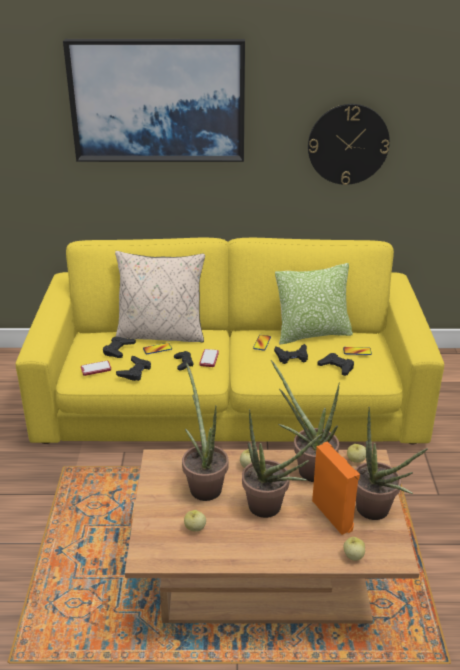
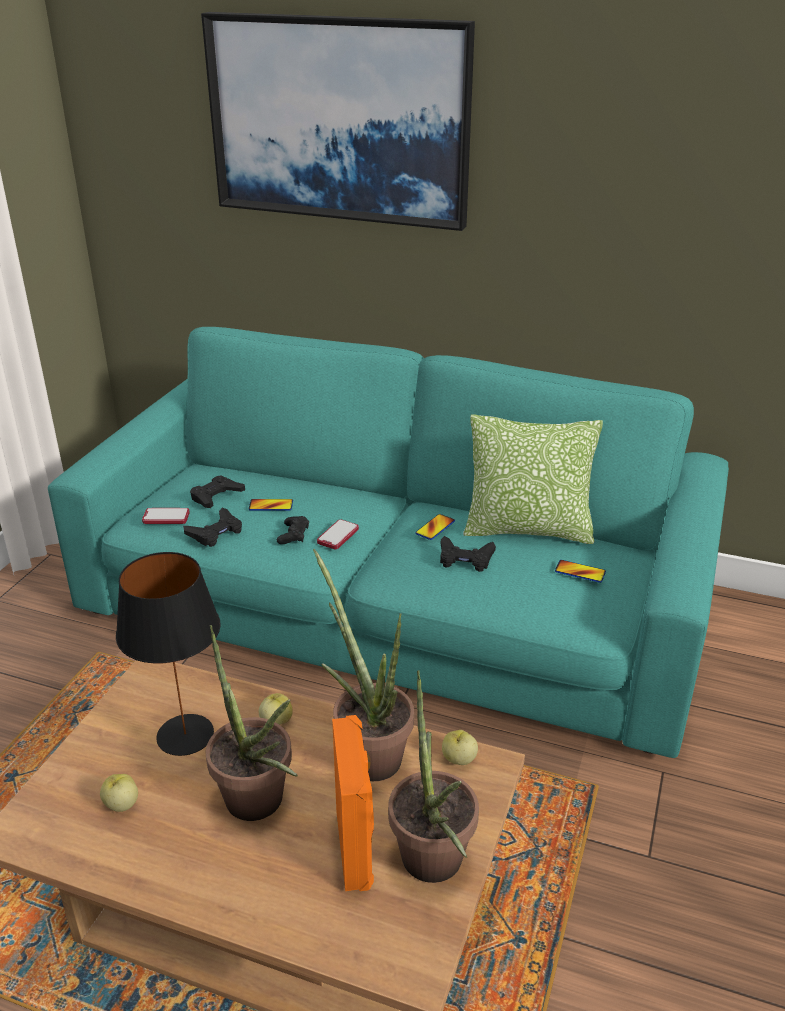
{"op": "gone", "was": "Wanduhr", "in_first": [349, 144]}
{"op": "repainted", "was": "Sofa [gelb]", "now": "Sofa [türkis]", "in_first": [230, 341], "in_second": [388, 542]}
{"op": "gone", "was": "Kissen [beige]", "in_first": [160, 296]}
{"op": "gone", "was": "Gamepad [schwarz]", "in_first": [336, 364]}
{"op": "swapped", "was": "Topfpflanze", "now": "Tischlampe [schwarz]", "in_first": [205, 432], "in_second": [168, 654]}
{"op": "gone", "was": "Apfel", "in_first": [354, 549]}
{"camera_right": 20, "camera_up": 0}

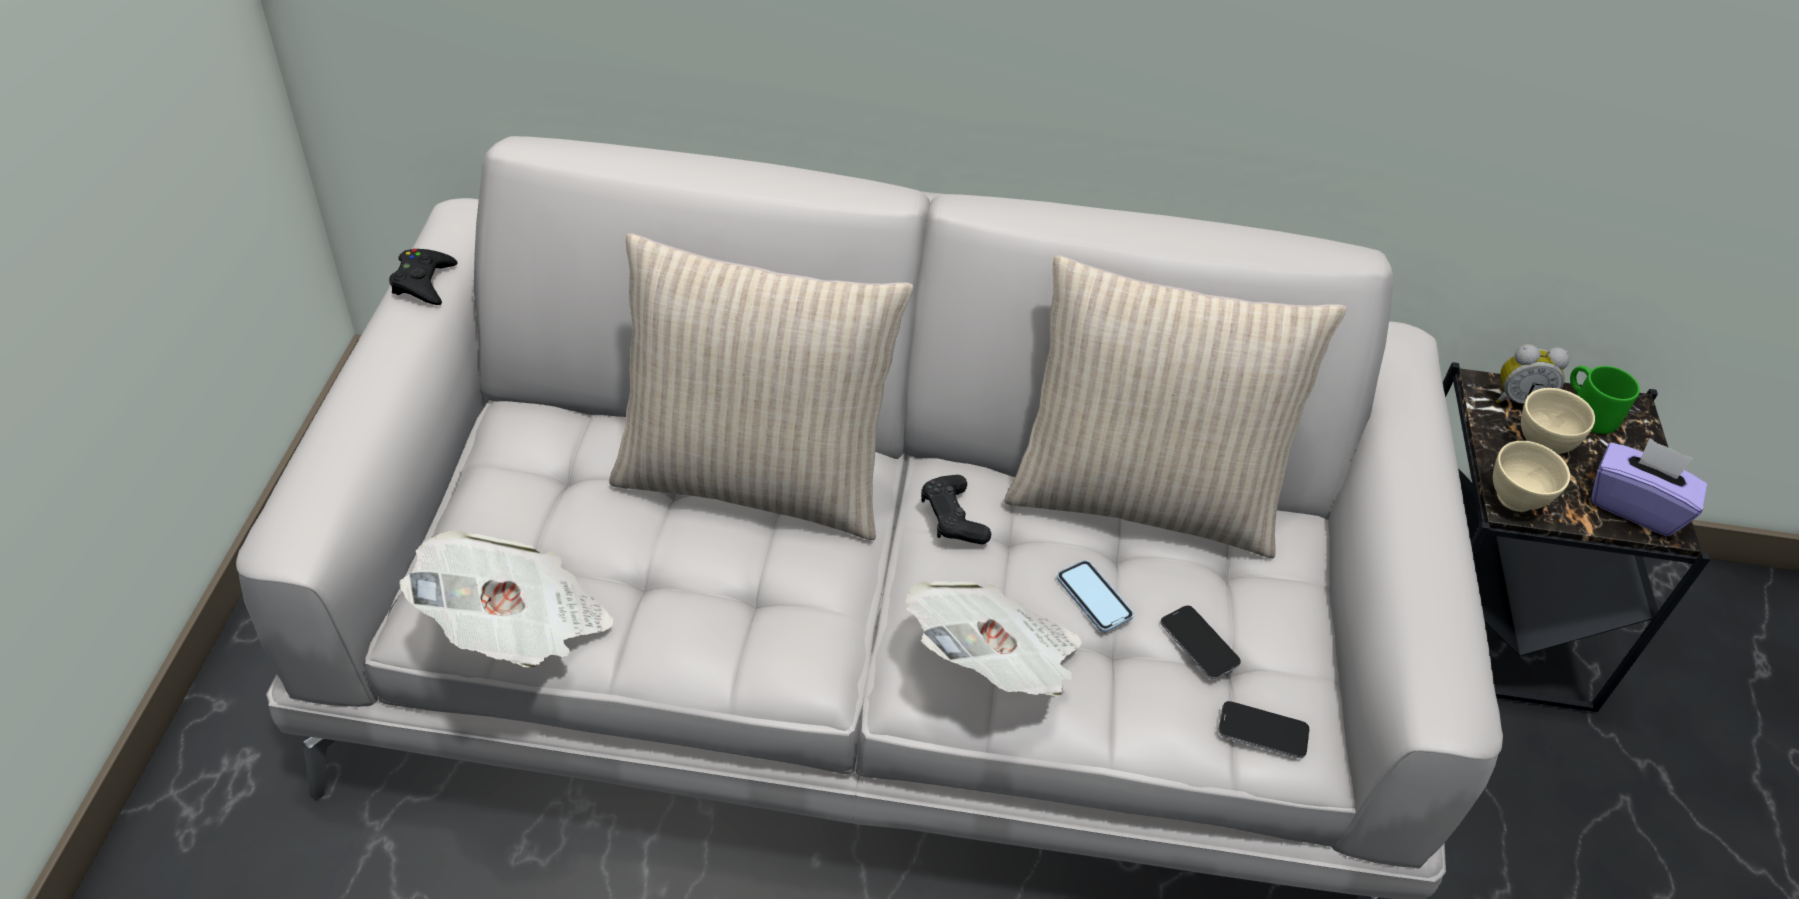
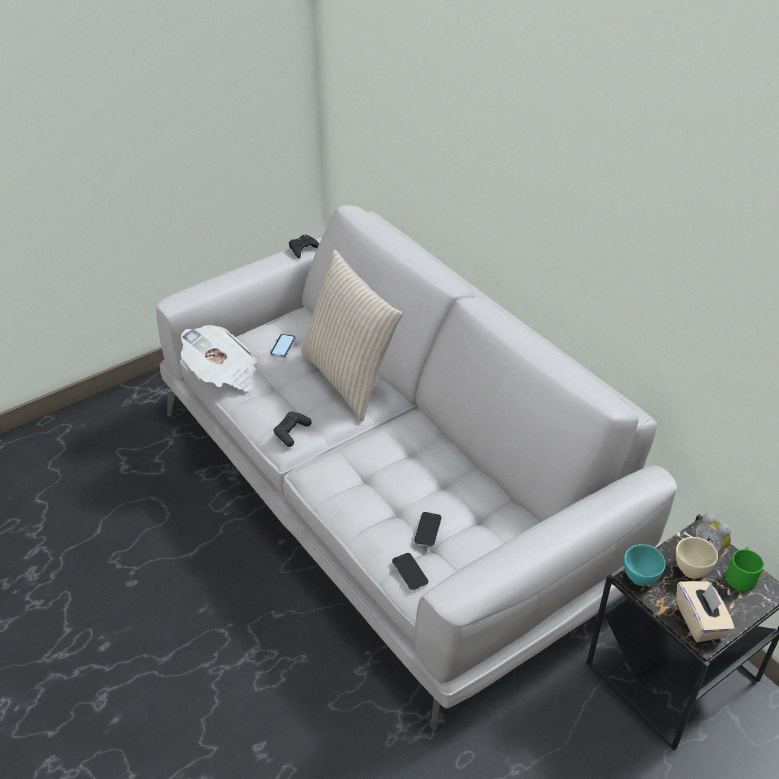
{"op": "gone", "was": "Kissen [beige]", "in_first": [1175, 406]}
{"op": "repainted", "was": "Taschentuchbox [lila]", "now": "Taschentuchbox [beige]", "in_first": [1649, 487], "in_second": [705, 611]}
{"op": "repainted", "was": "Schüssel [beige]", "now": "Schüssel [türkis]", "in_first": [1531, 476], "in_second": [645, 565]}
{"op": "shifted", "was": "Gamepad [schwarz]", "in_first": [956, 509], "in_second": [293, 429]}
{"op": "shifted", "was": "Handy", "in_first": [1095, 596], "in_second": [283, 346]}
{"op": "gone", "was": "Zeitung", "in_first": [994, 639]}
{"camera_right": 50, "camera_up": -5}

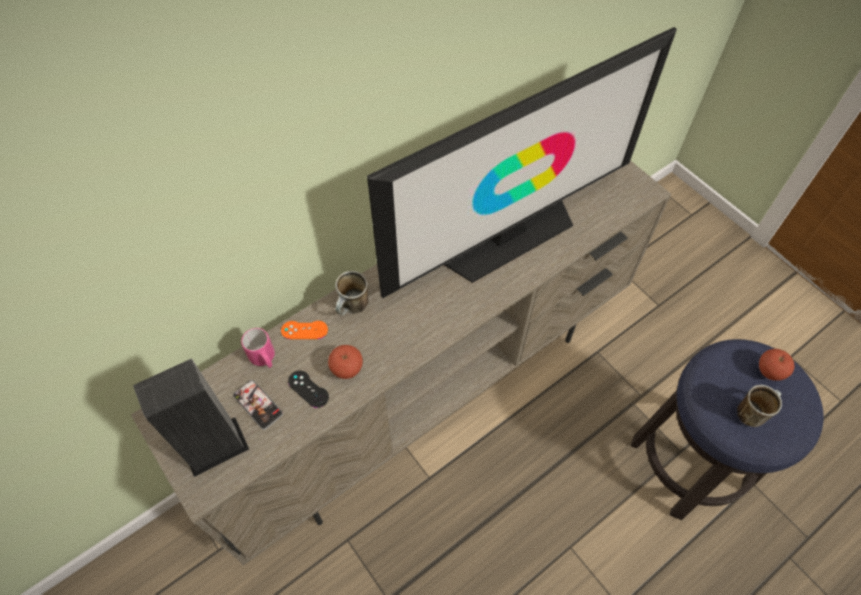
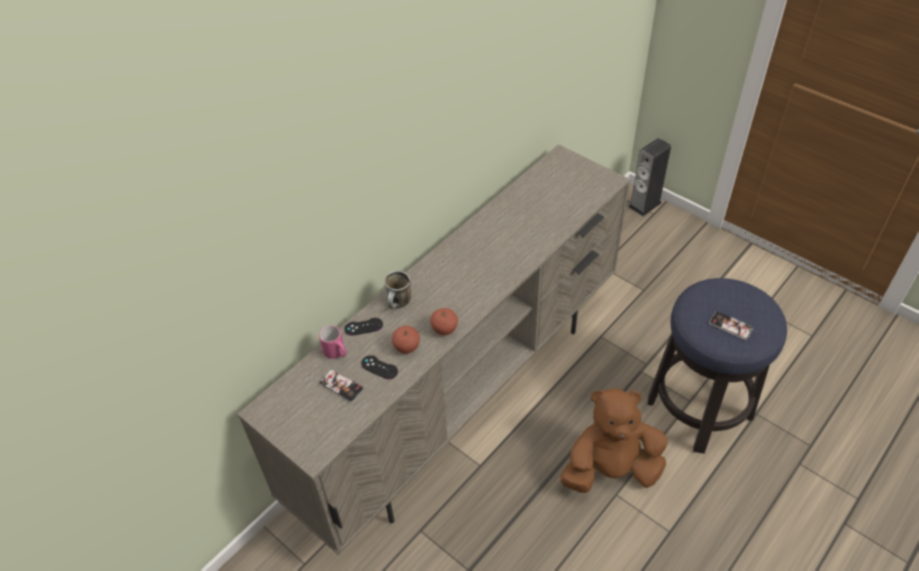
{"op": "gone", "was": "Fernseher", "in_first": [522, 162]}
{"op": "repainted", "was": "Gamepad [orange]", "now": "Gamepad [schwarz]", "in_first": [304, 330], "in_second": [363, 327]}
{"op": "shifted", "was": "Apfel", "in_first": [777, 365], "in_second": [444, 321]}
{"op": "shifted", "was": "Lautsprecher", "in_first": [191, 417], "in_second": [649, 177]}
{"op": "swapped", "was": "Henkelbecher", "now": "Handy", "in_first": [759, 406], "in_second": [731, 325]}
{"op": "new", "now": "Plüschtier [braun]", "in_second": [614, 441]}
{"camera_right": -10, "camera_up": -10}

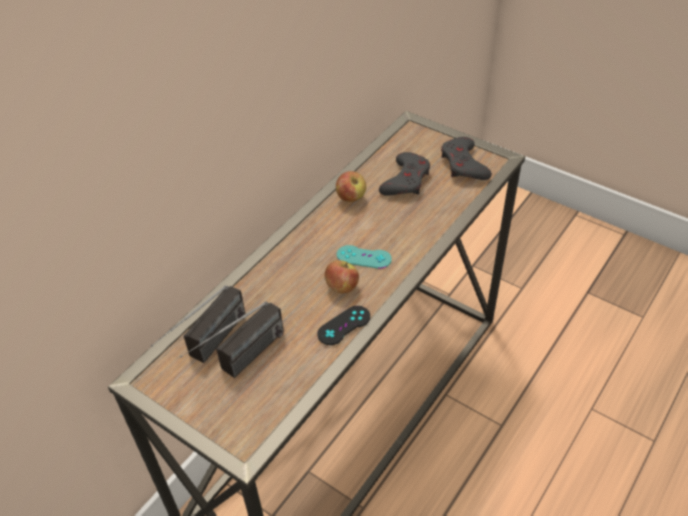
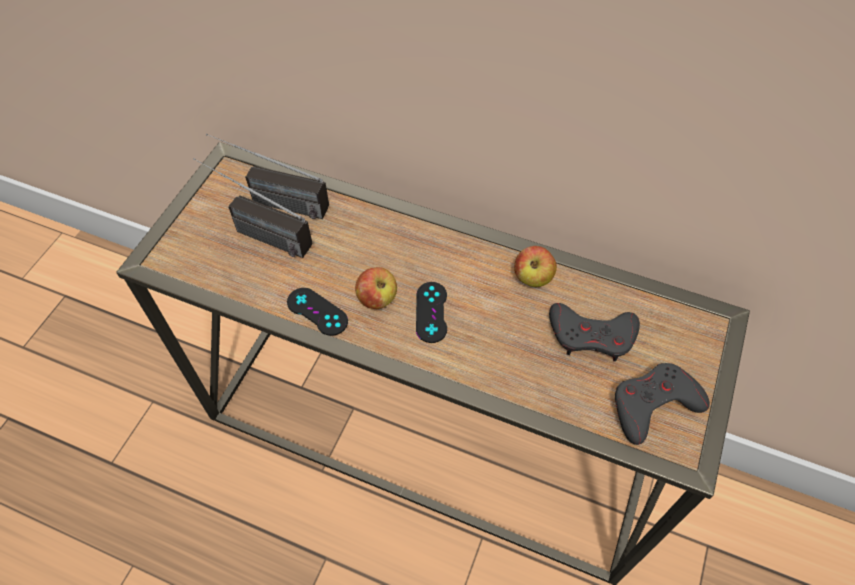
{"op": "repainted", "was": "Gamepad [türkis]", "now": "Gamepad [schwarz]", "in_first": [364, 257], "in_second": [431, 312]}
{"camera_right": 75, "camera_up": 10}

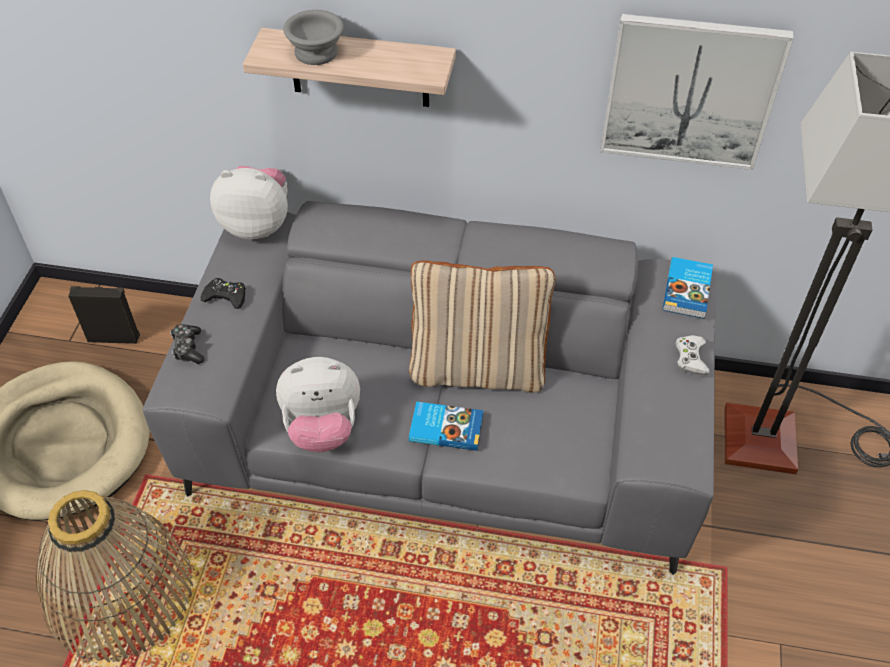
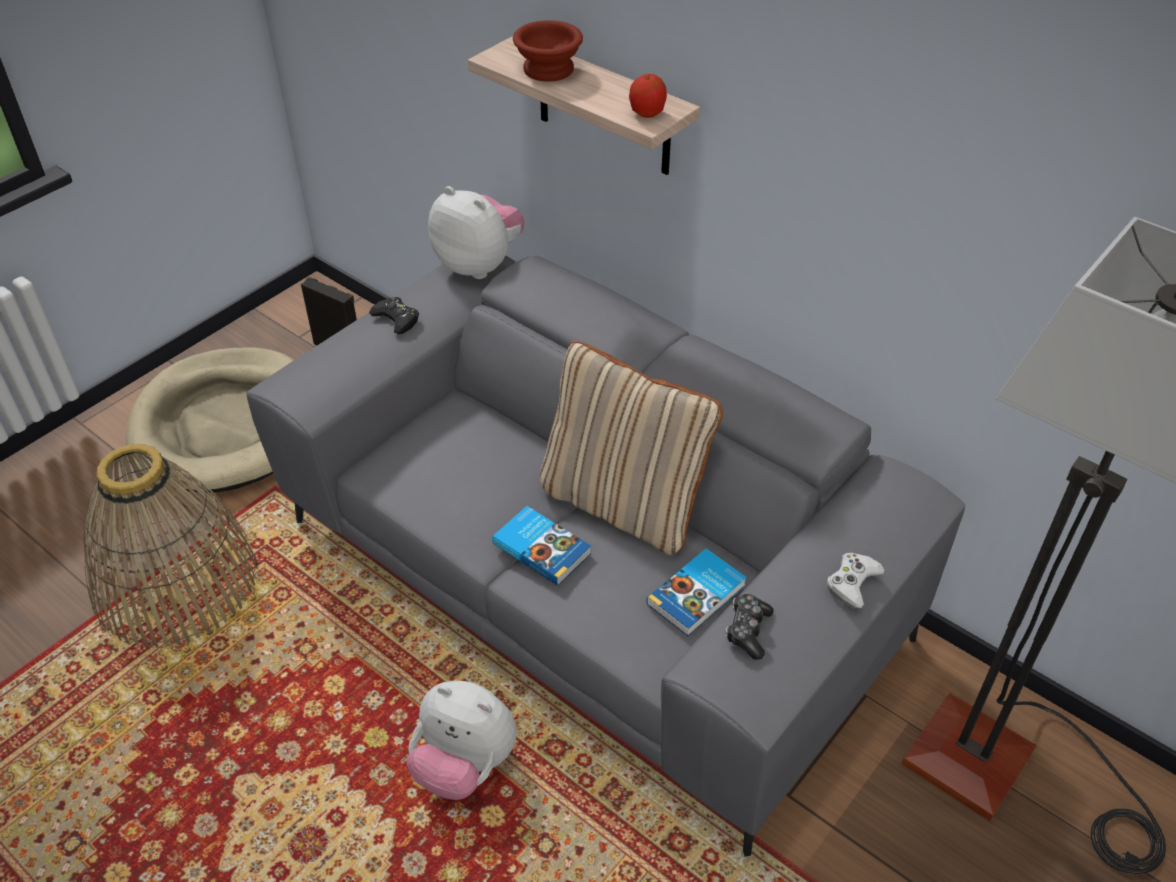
{"op": "repainted", "was": "Schüssel [grau]", "now": "Schüssel [braun]", "in_first": [313, 37], "in_second": [548, 51]}
{"op": "gone", "was": "Bild", "in_first": [697, 92]}
{"op": "shifted", "was": "Buch", "in_first": [688, 288], "in_second": [697, 592]}
{"op": "shifted", "was": "Gamepad", "in_first": [187, 344], "in_second": [749, 627]}
{"op": "shifted", "was": "Plüschtier", "in_first": [318, 404], "in_second": [462, 740]}
{"op": "new", "now": "Apfel", "in_second": [648, 96]}
{"camera_right": 30, "camera_up": -5}

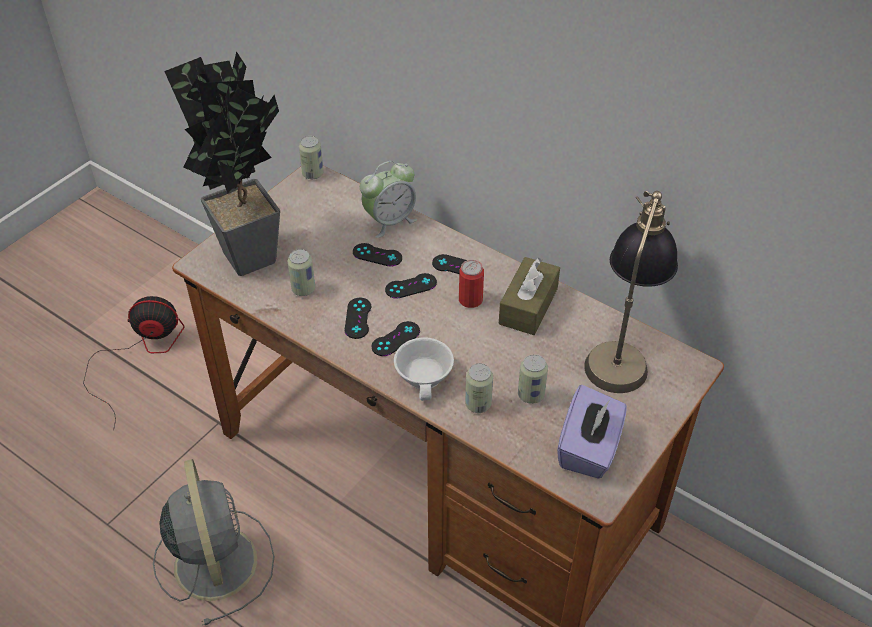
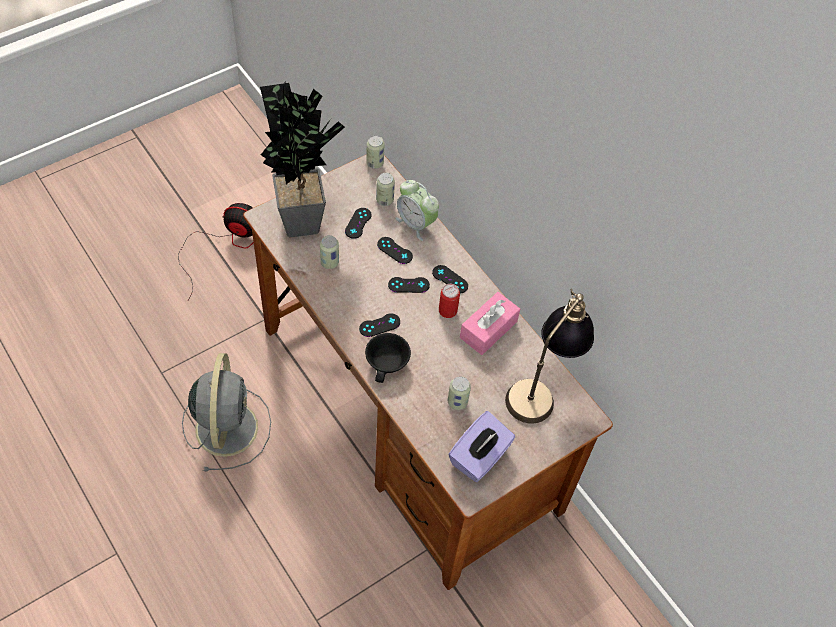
{"op": "rotated", "was": "Wecker", "in_first": [388, 199], "in_second": [417, 210], "clockwise": 60}
{"op": "repainted", "was": "Taschentuchbox [braun]", "now": "Taschentuchbox [rosa]", "in_first": [529, 296], "in_second": [490, 323]}
{"op": "shifted", "was": "Gamepad [schwarz]", "in_first": [357, 318], "in_second": [358, 223]}
{"op": "repainted", "was": "Tasse [weiß]", "now": "Tasse [schwarz]", "in_first": [424, 369], "in_second": [388, 358]}
{"op": "shifted", "was": "Dose", "in_first": [479, 388], "in_second": [385, 189]}
{"camera_right": 15, "camera_up": 10}

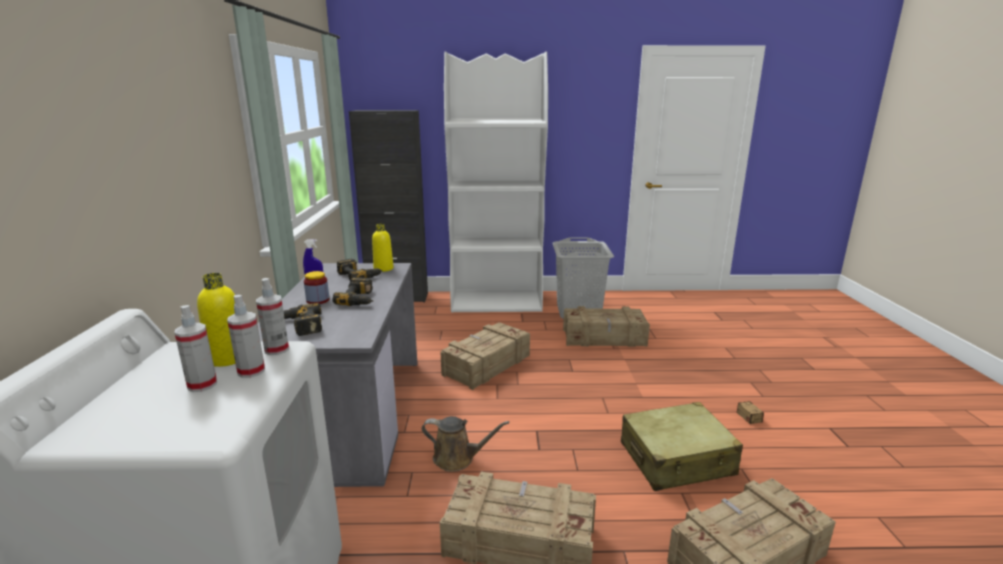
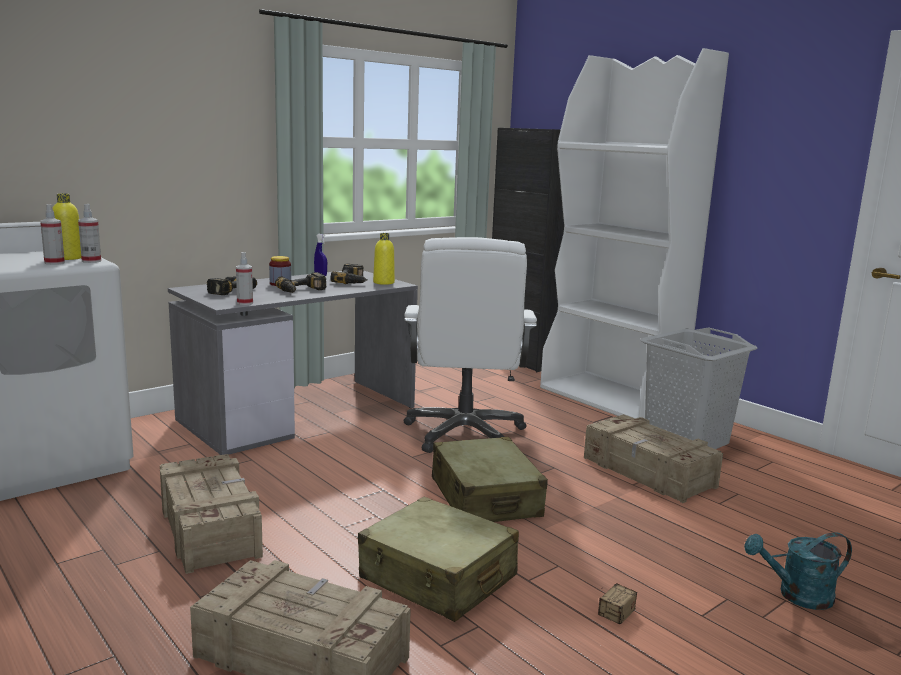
{"op": "shifted", "was": "Sprühflasche", "in_first": [195, 348], "in_second": [244, 278]}
{"op": "swapped", "was": "Kiste", "now": "Bürostuhl [weiß]", "in_first": [485, 356], "in_second": [470, 345]}
{"op": "gone", "was": "Gießkanne [braun]", "in_first": [465, 444]}
{"op": "new", "now": "Koffer [beige]", "in_second": [490, 479]}
{"op": "new", "now": "Gießkanne [türkis]", "in_second": [798, 571]}
{"camera_right": 50, "camera_up": -5}

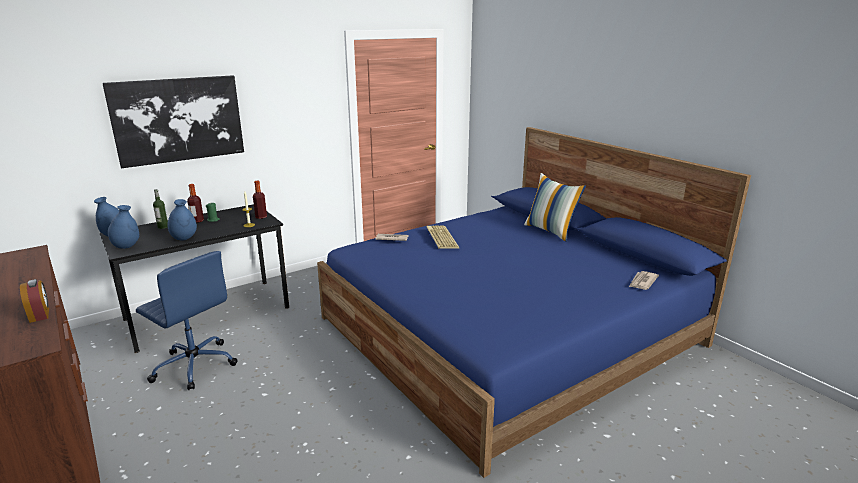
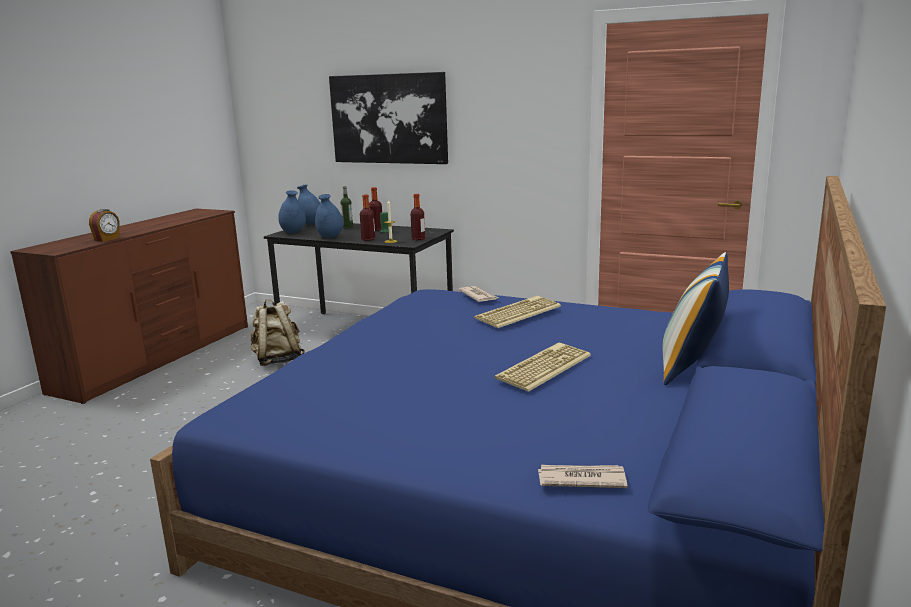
{"op": "swapped", "was": "Bürostuhl [blau]", "now": "Rucksack [beige]", "in_first": [187, 320], "in_second": [277, 332]}
{"op": "new", "now": "Flasche", "in_second": [367, 217]}
{"op": "new", "now": "Tastatur", "in_second": [543, 367]}
{"camera_right": 60, "camera_up": -5}

